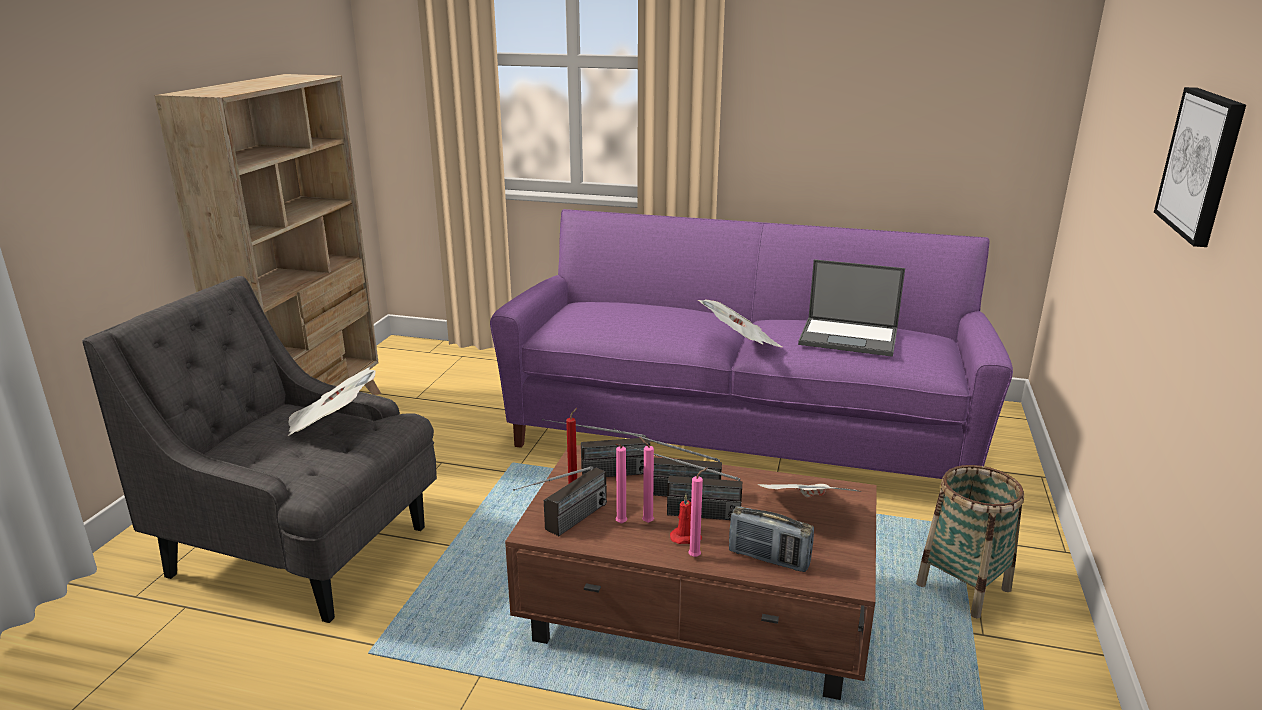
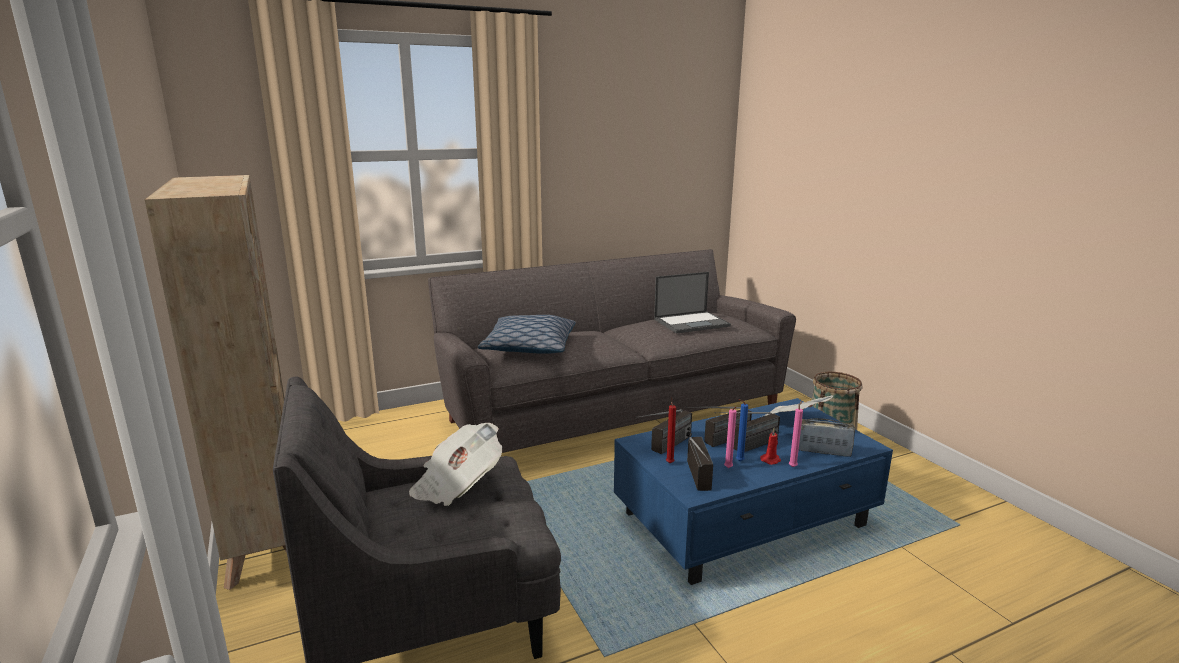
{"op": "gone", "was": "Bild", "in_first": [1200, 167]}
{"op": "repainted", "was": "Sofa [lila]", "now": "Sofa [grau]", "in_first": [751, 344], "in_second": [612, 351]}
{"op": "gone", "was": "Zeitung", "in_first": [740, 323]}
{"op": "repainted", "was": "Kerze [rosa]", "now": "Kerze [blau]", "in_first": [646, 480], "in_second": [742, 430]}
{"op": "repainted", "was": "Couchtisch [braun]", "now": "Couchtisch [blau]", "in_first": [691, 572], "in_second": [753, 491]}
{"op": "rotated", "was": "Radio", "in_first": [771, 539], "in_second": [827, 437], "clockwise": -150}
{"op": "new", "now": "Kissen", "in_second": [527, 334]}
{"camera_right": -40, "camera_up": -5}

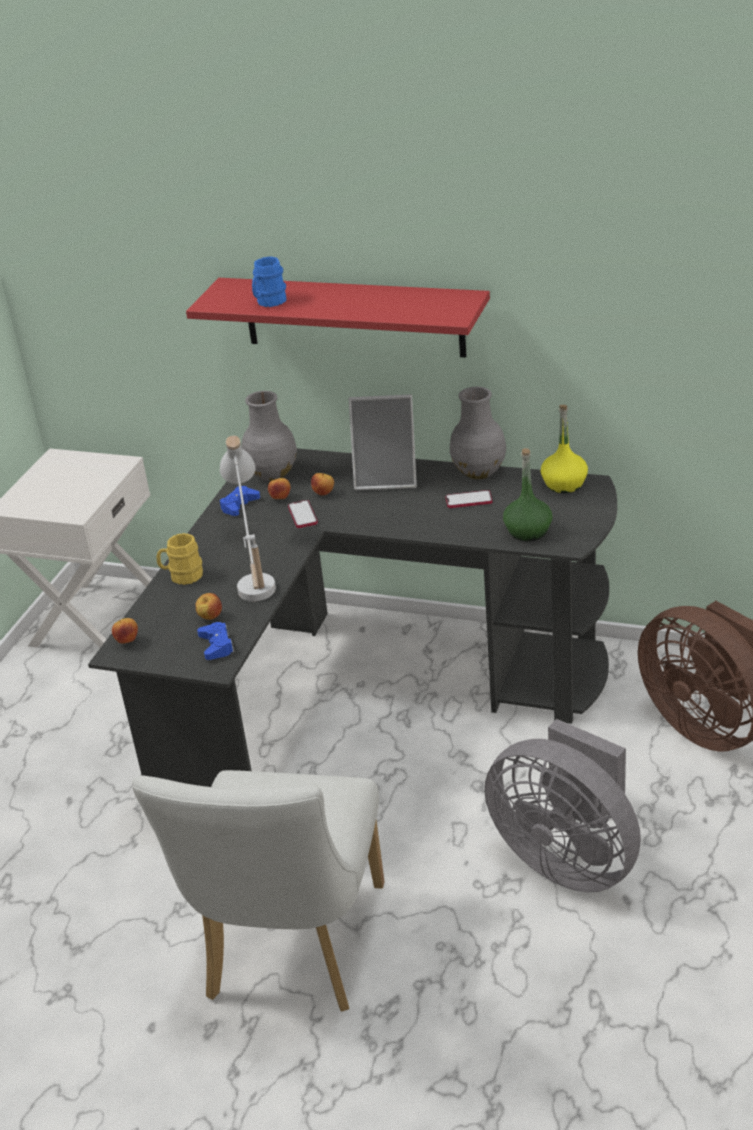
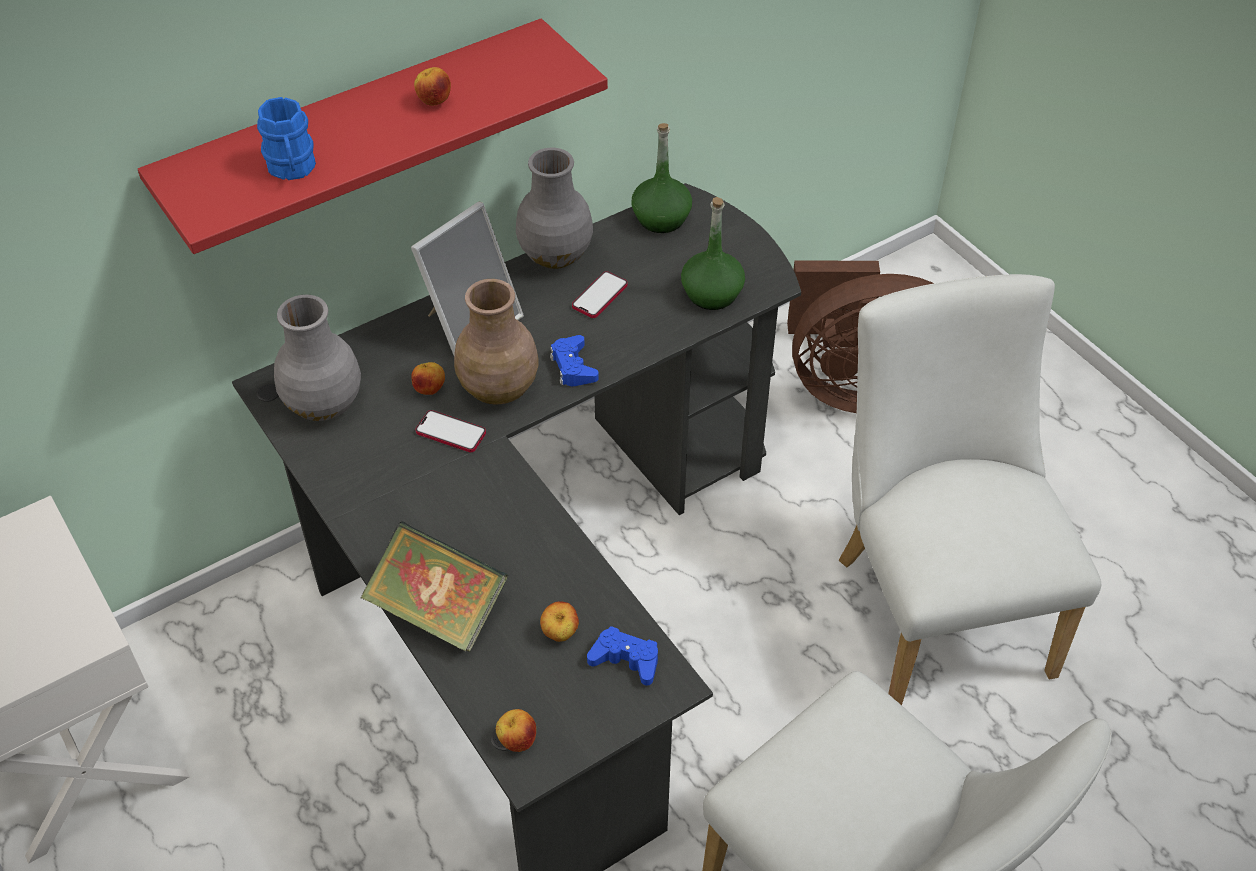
{"op": "repainted", "was": "Flasche [gelb]", "now": "Flasche [grün]", "in_first": [564, 449], "in_second": [661, 178]}
{"op": "gone", "was": "Tischlampe [weiß]", "in_first": [248, 518]}
{"op": "shifted", "was": "Apfel", "in_first": [279, 488], "in_second": [432, 86]}
{"op": "shifted", "was": "Gamepad [blau]", "in_first": [240, 501], "in_second": [574, 360]}
{"op": "swapped", "was": "Henkelbecher [gelb]", "now": "Buch", "in_first": [180, 559], "in_second": [434, 586]}
{"op": "swapped", "was": "Ventilator [grau]", "now": "Stuhl [weiß]", "in_first": [563, 805], "in_second": [970, 489]}
{"op": "new", "now": "Vase [braun]", "in_second": [496, 341]}
{"camera_right": -55, "camera_up": 15}

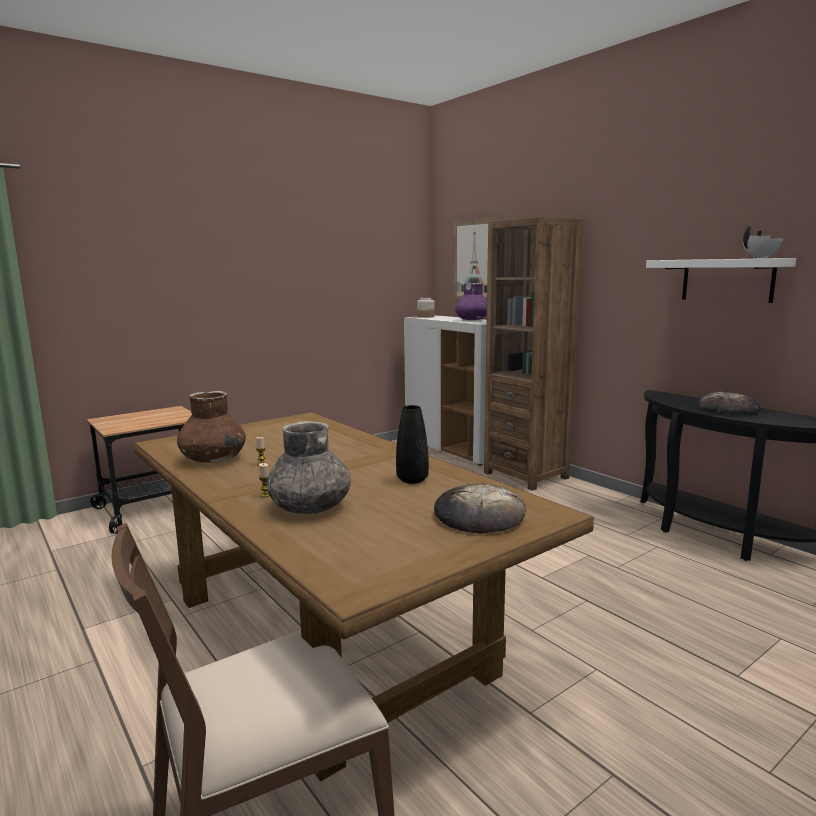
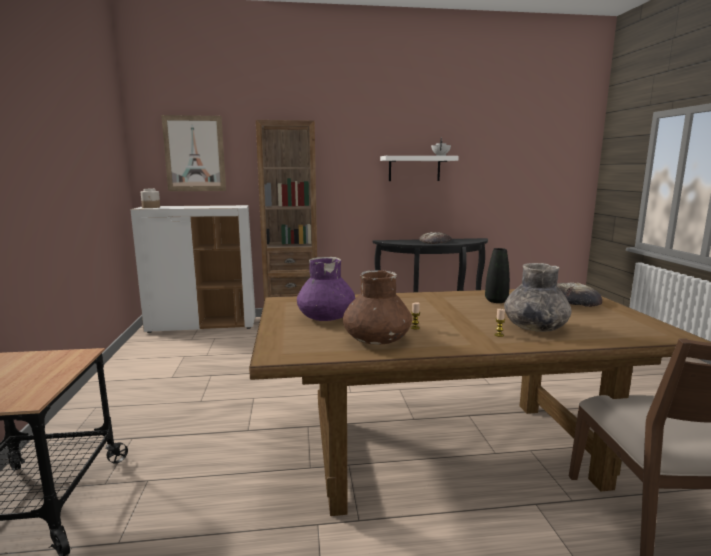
{"op": "shifted", "was": "Vase [lila]", "in_first": [471, 301], "in_second": [326, 289]}
{"camera_right": -60, "camera_up": 0}

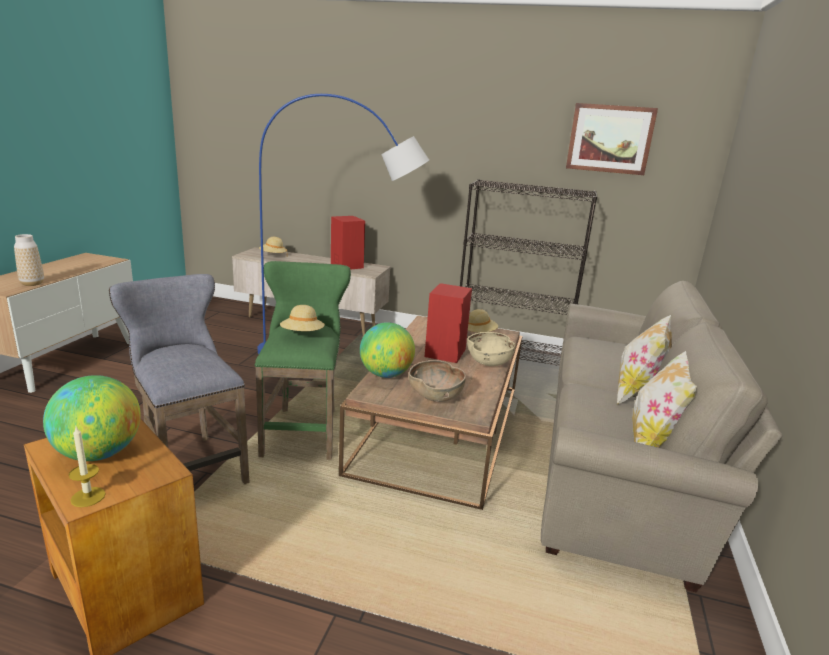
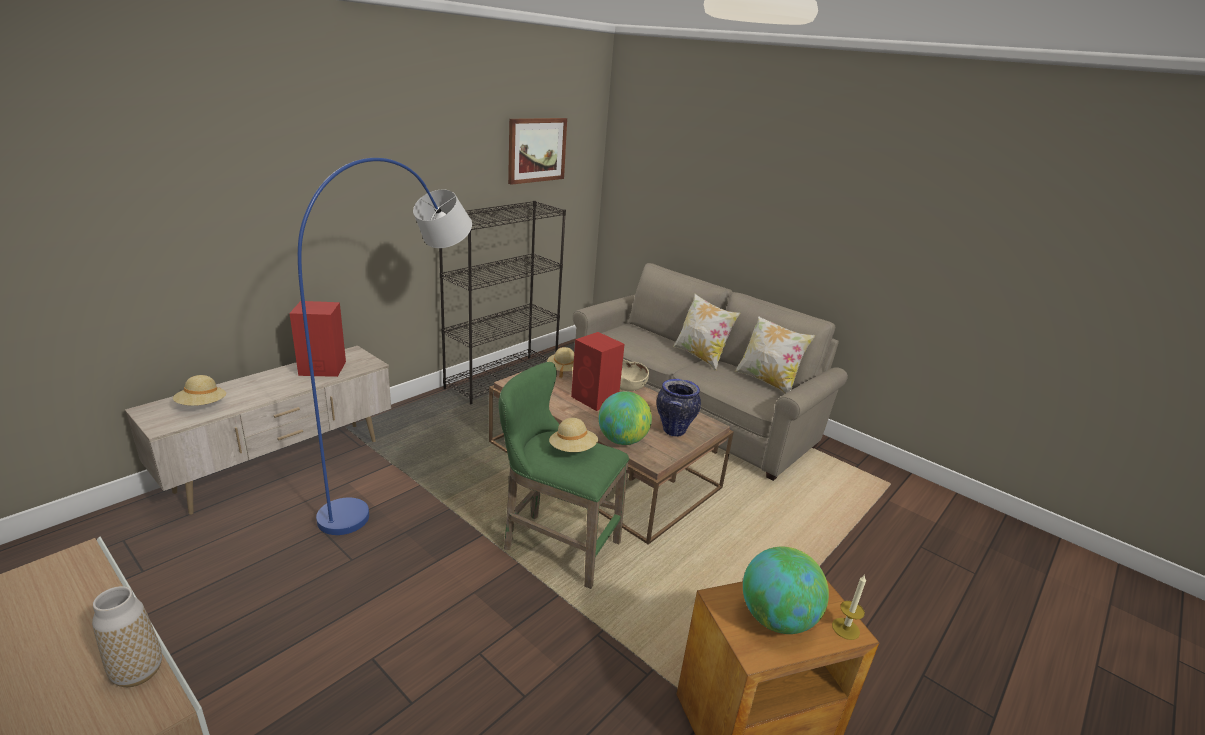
{"op": "gone", "was": "Hocker [grau]", "in_first": [179, 379]}
{"op": "swapped", "was": "Schüssel [braun]", "now": "Vase", "in_first": [437, 381], "in_second": [678, 408]}
{"camera_right": -65, "camera_up": 5}

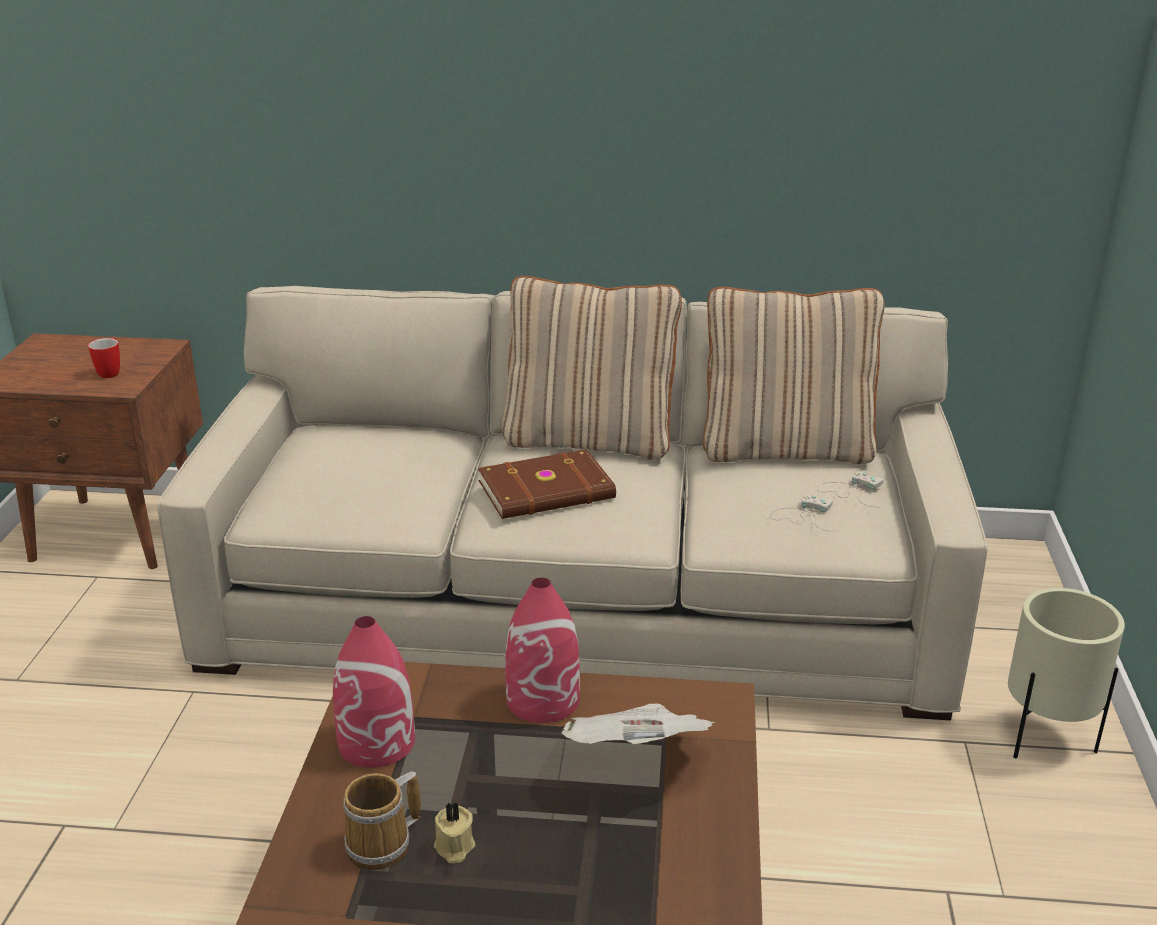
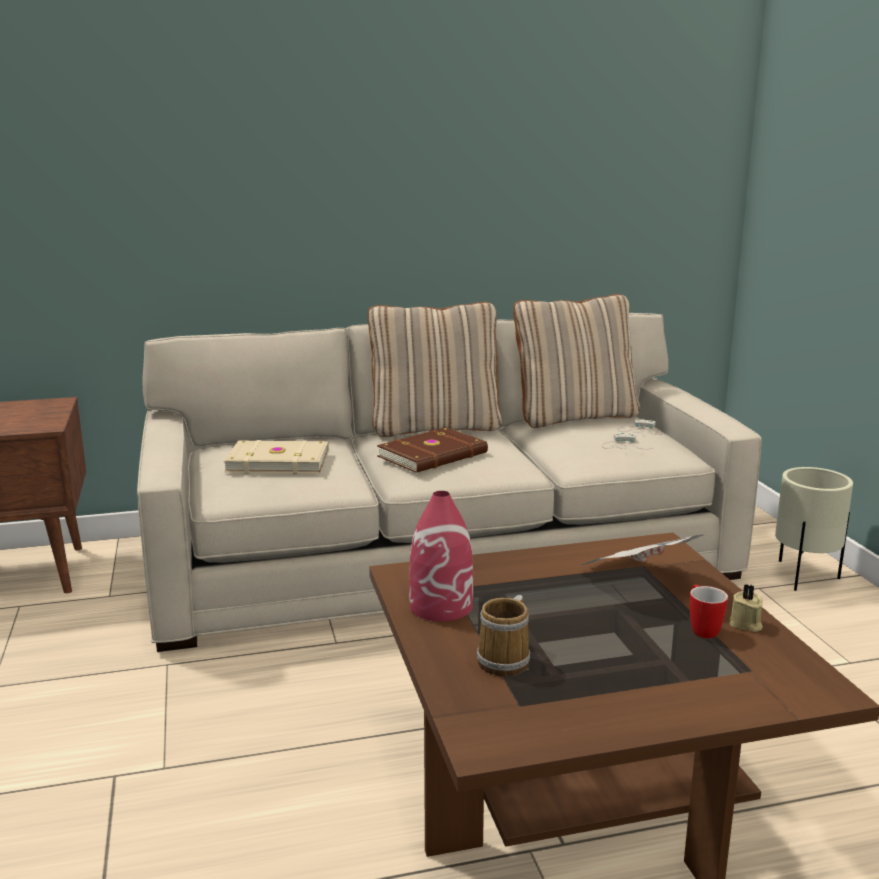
{"op": "shifted", "was": "Henkelbecher", "in_first": [104, 357], "in_second": [709, 611]}
{"op": "gone", "was": "Vase [rot]", "in_first": [542, 650]}
{"op": "shifted", "was": "Kerze [beige]", "in_first": [454, 832], "in_second": [746, 608]}
{"op": "new", "now": "Buch [beige]", "in_second": [276, 457]}
{"camera_right": -20, "camera_up": -10}

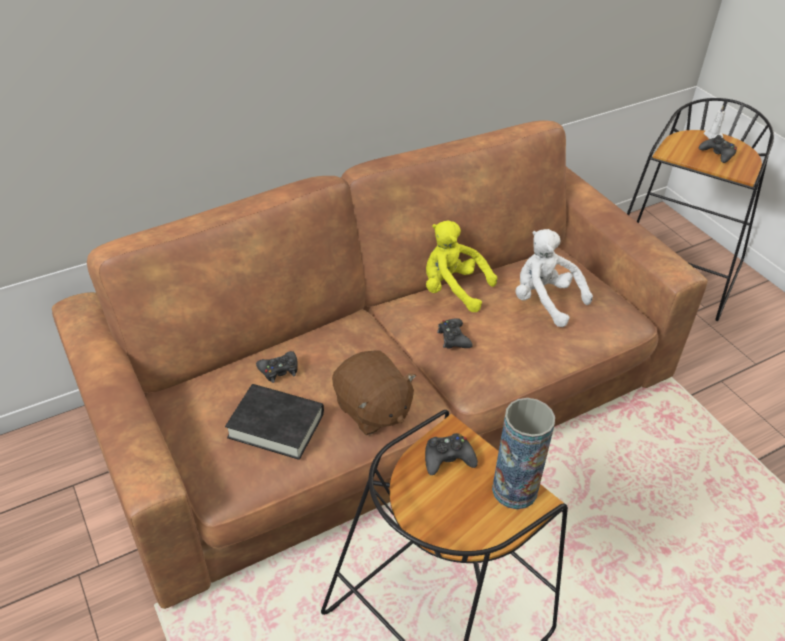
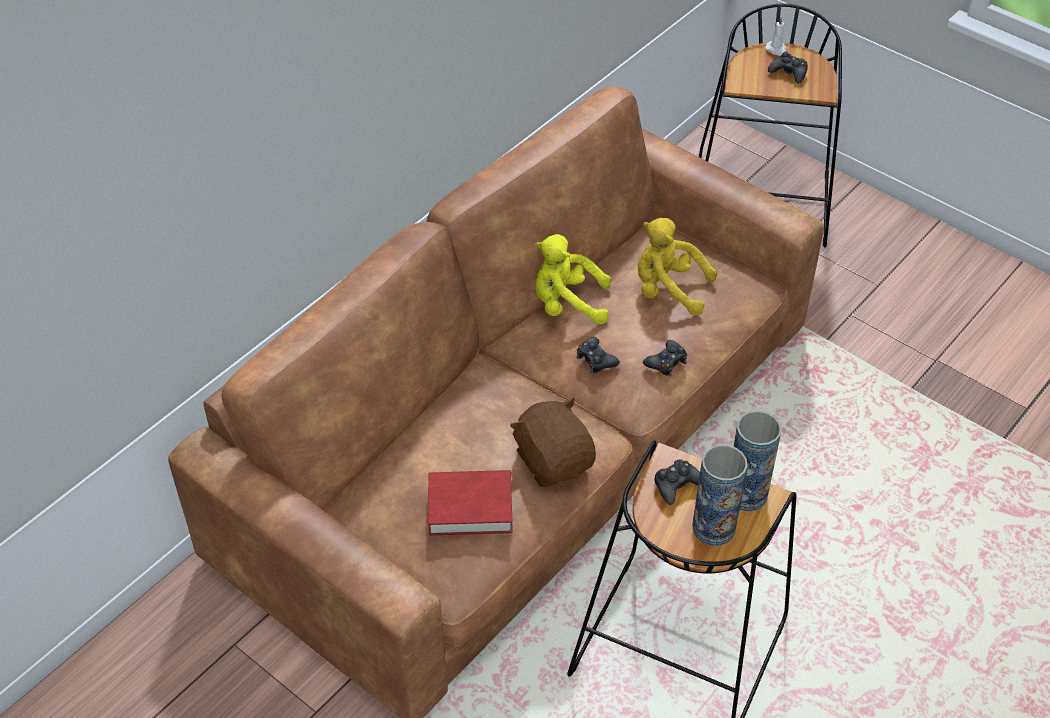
{"op": "repainted", "was": "Plüschtier [weiß]", "now": "Plüschtier [gelb]", "in_first": [554, 278], "in_second": [677, 266]}
{"op": "rotated", "was": "Plüschtier [braun]", "in_first": [374, 392], "in_second": [553, 442], "clockwise": -150}
{"op": "shifted", "was": "Gamepad [schwarz]", "in_first": [277, 367], "in_second": [665, 358]}
{"op": "repainted", "was": "Buch [schwarz]", "now": "Buch [rot]", "in_first": [274, 422], "in_second": [470, 503]}
{"op": "new", "now": "Vase", "in_second": [720, 495]}
{"camera_right": -20, "camera_up": 5}

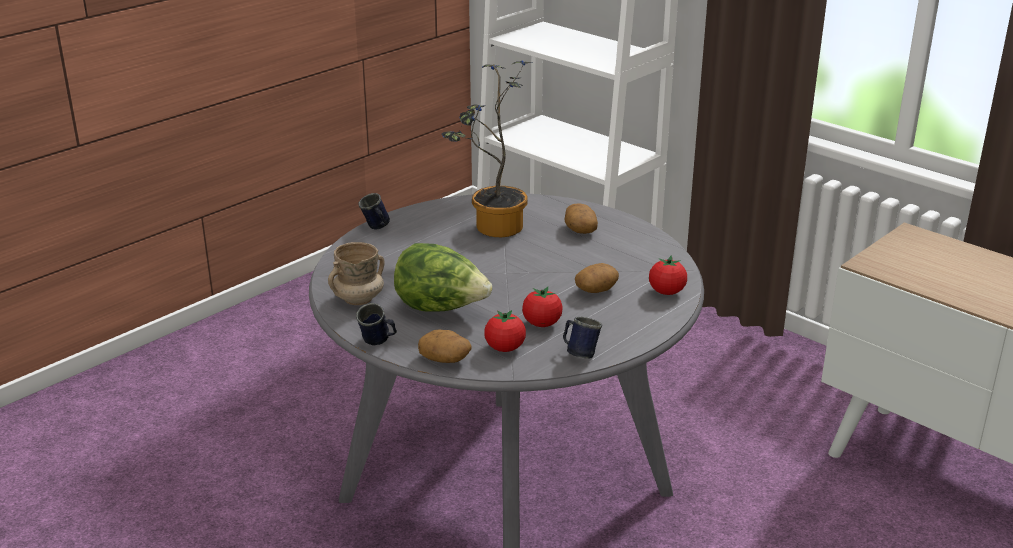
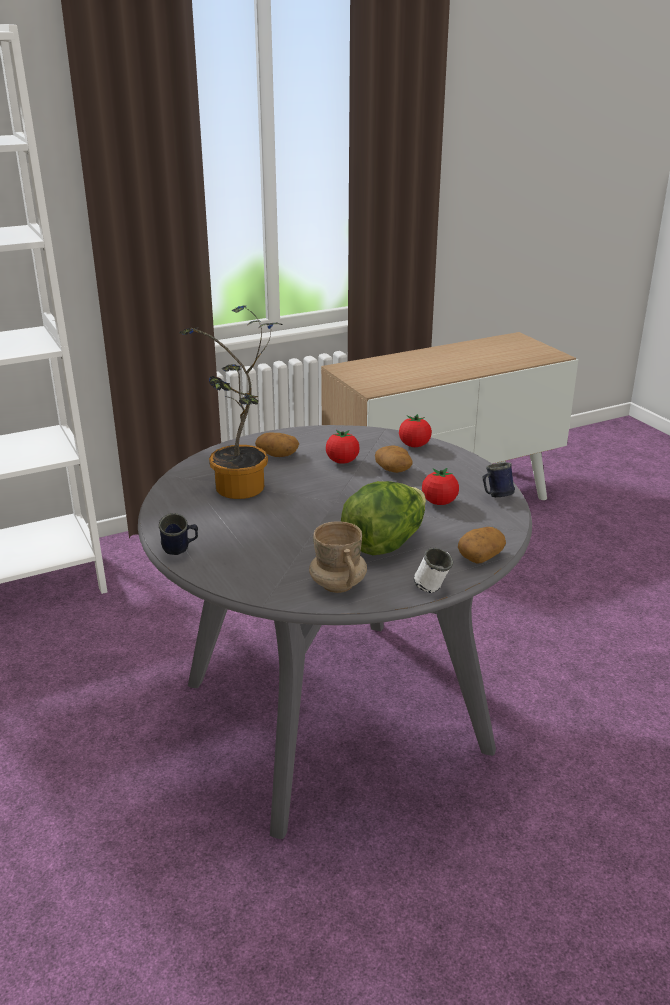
{"op": "repainted", "was": "Henkelbecher [blau]", "now": "Henkelbecher [weiß]", "in_first": [376, 324], "in_second": [433, 570]}
{"op": "shifted", "was": "Tomate", "in_first": [505, 331], "in_second": [342, 447]}
{"camera_right": -70, "camera_up": 0}

